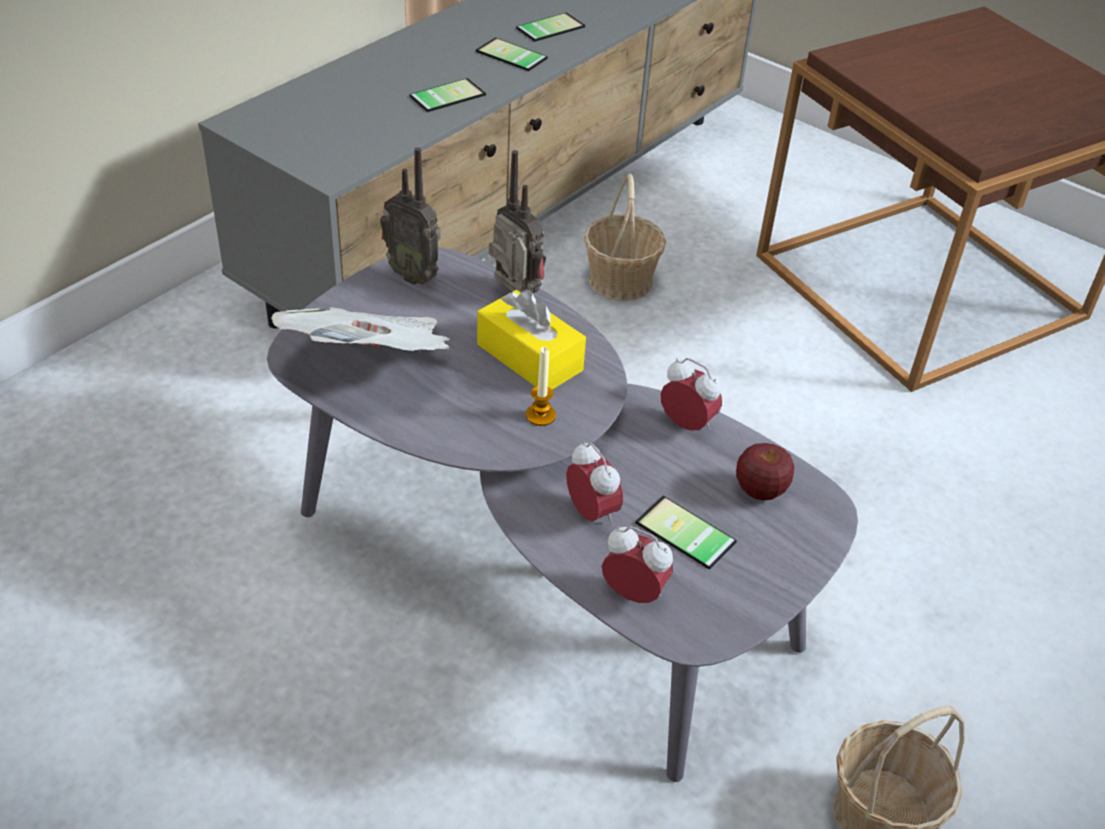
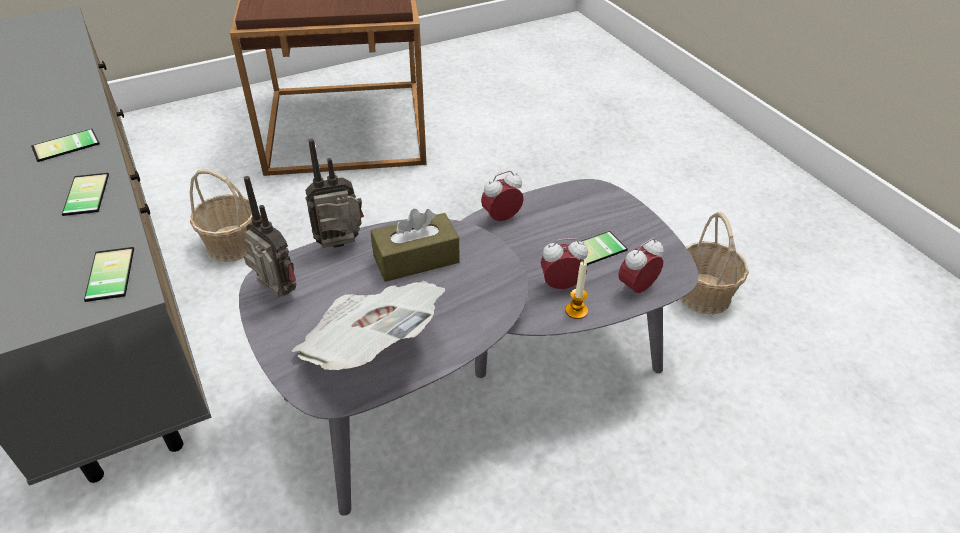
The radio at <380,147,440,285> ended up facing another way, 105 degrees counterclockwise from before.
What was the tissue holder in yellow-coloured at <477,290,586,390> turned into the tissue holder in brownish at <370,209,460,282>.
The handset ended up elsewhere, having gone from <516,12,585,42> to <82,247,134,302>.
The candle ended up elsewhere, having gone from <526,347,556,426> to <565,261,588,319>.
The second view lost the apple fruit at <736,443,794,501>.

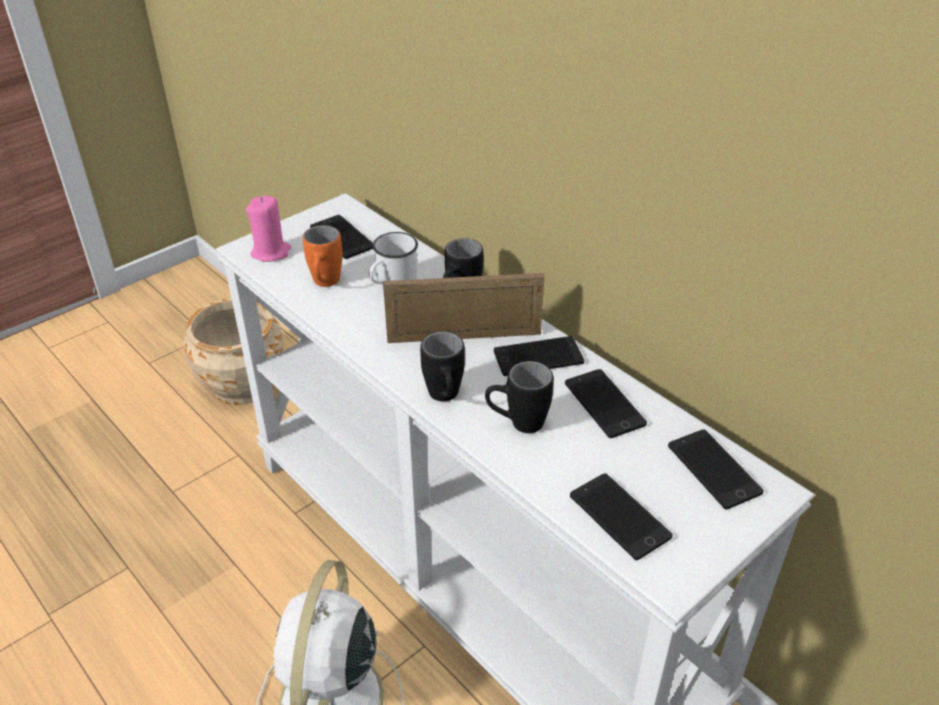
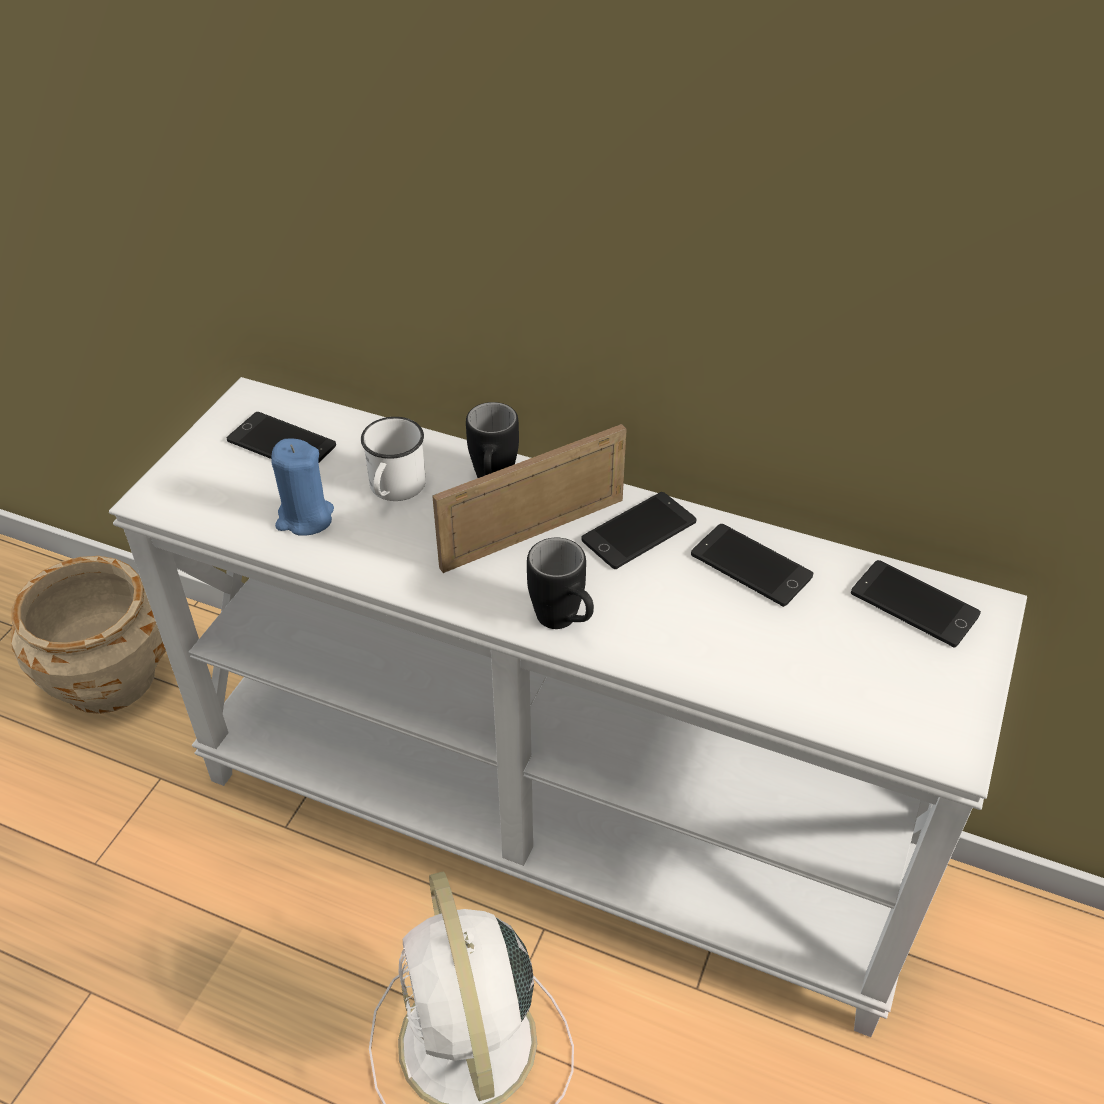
The second view lost the candle in pink at <246,196,291,262>.
Where the mug in orangey stood at <303,225,343,287>, the candle in blue-coloured came to stand at <271,439,334,536>.
The second view lost the mug in black-coloured at <485,361,554,433>.
The second view lost the handset at <570,473,673,560>.

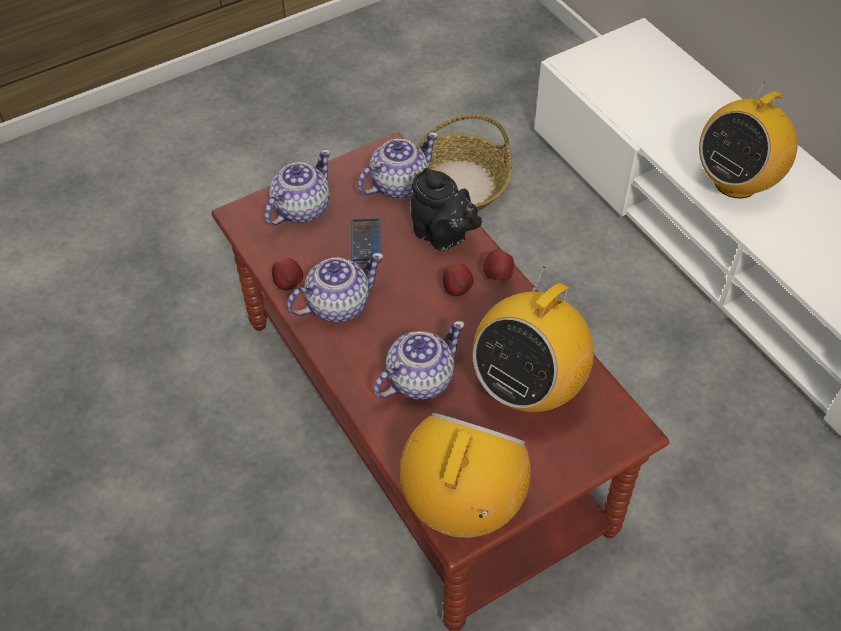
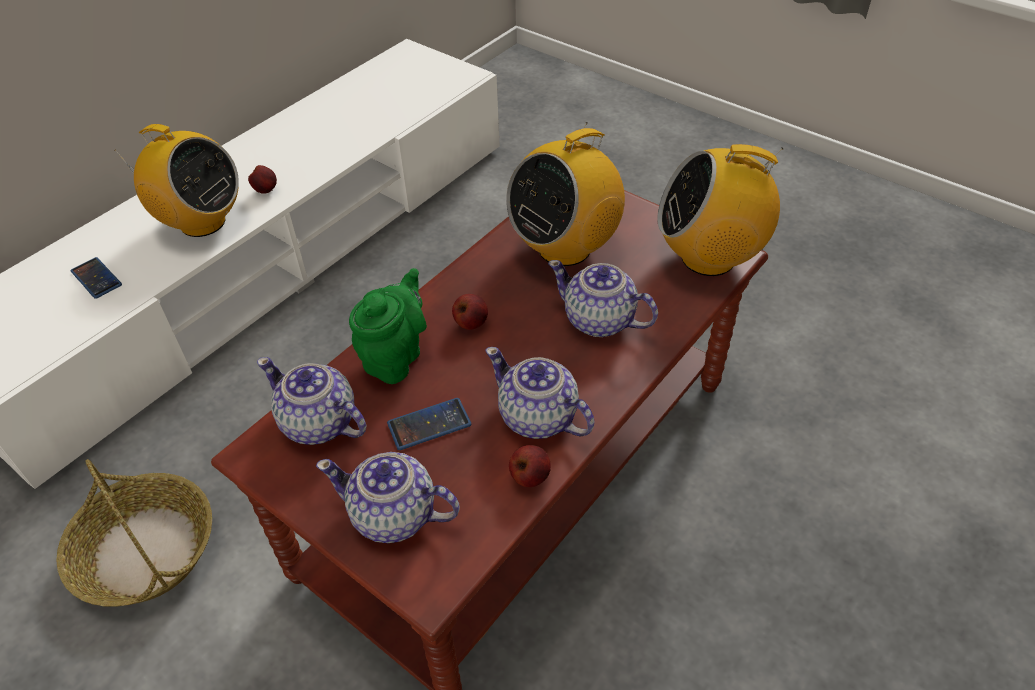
What was the tea pot in black-coloured at <411,168,482,251> turned into the tea pot in green-coloured at <349,268,427,384>.
The radio at <473,266,594,412> ended up facing another way, 120 degrees clockwise from before.
The apple fruit ended up elsewhere, having gone from <483,250,514,281> to <248,165,277,194>.
The second view gained the handset at <70,257,122,299>.

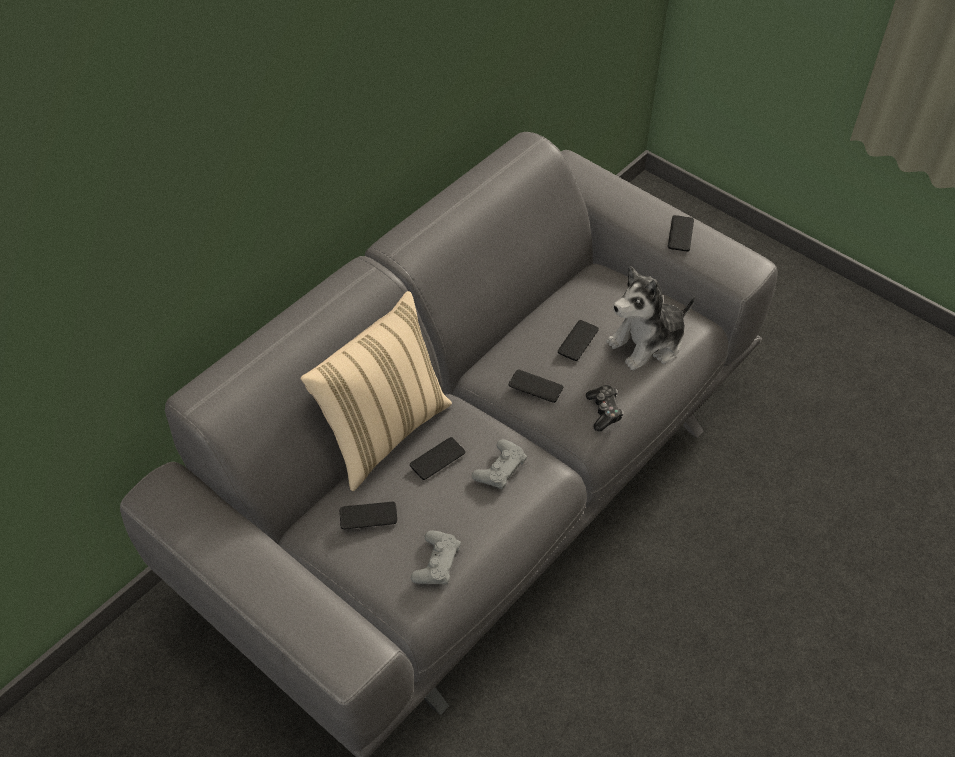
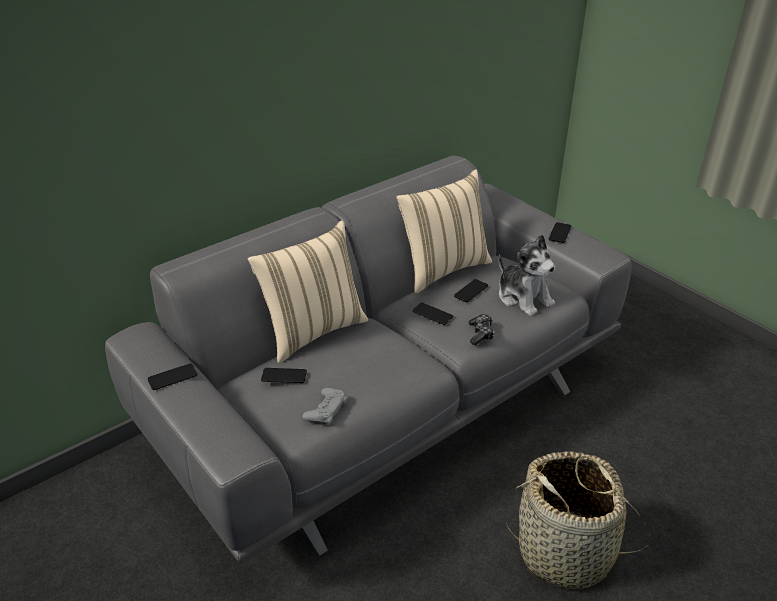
The handset ended up elsewhere, having gone from <410,437,465,480> to <148,363,197,390>.
The second view lost the joypad in grey at <472,439,527,490>.
The plush toy at <606,266,695,371> ended up facing another way, 105 degrees counterclockwise from before.
The second view gained the cushion in beige-coloured at <396,169,492,293>.
The second view gained the household basket at <506,451,648,589>.

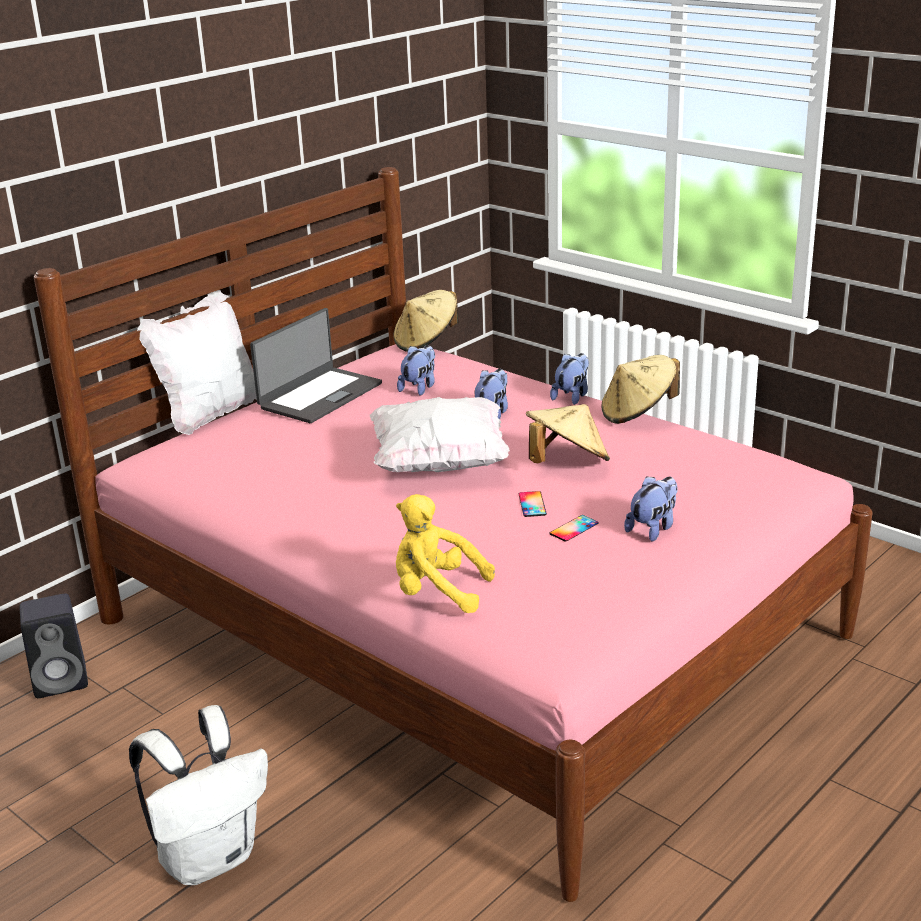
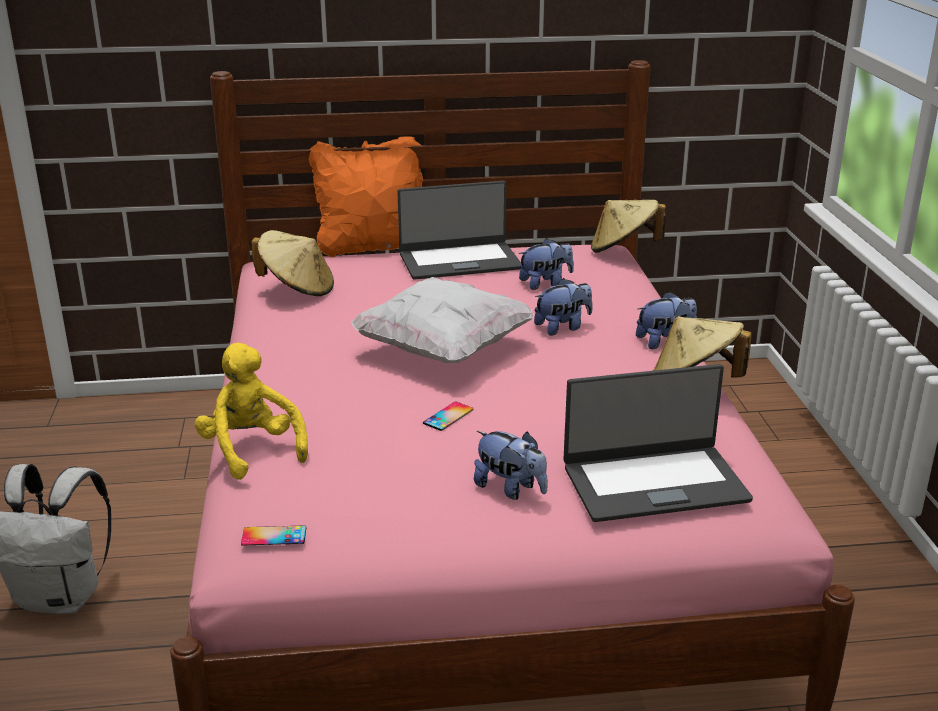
The second view lost the loudspeaker in black-coloured at <19,593,88,698>.
What was the cushion in white-coloured at <137,290,257,435> turned into the cushion in orangey at <309,136,423,257>.
The wearable hat in beige-coloured ended up elsewhere, having gone from <526,404,610,463> to <251,230,334,296>.
The handset ended up elsewhere, having gone from <549,515,598,542> to <241,525,306,546>.
The plush toy at <624,476,678,542> ended up facing another way, 45 degrees clockwise from before.
The second view gained the portable computer at <563,364,753,522>.

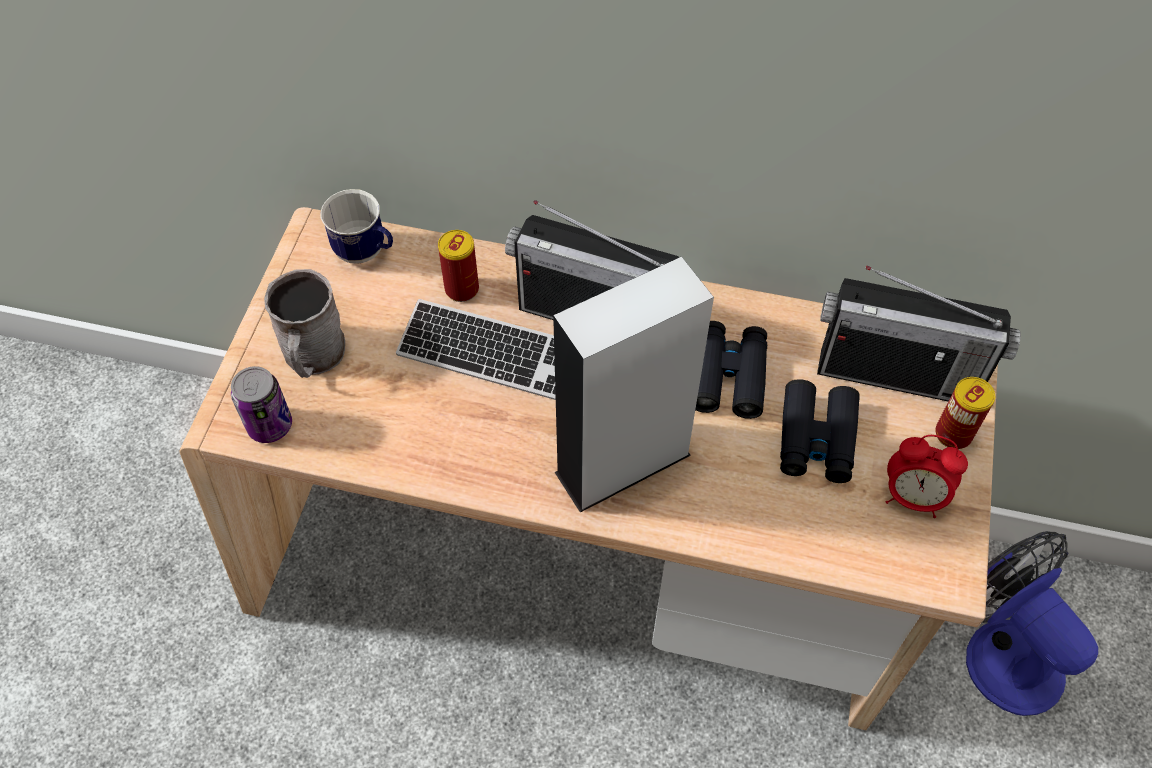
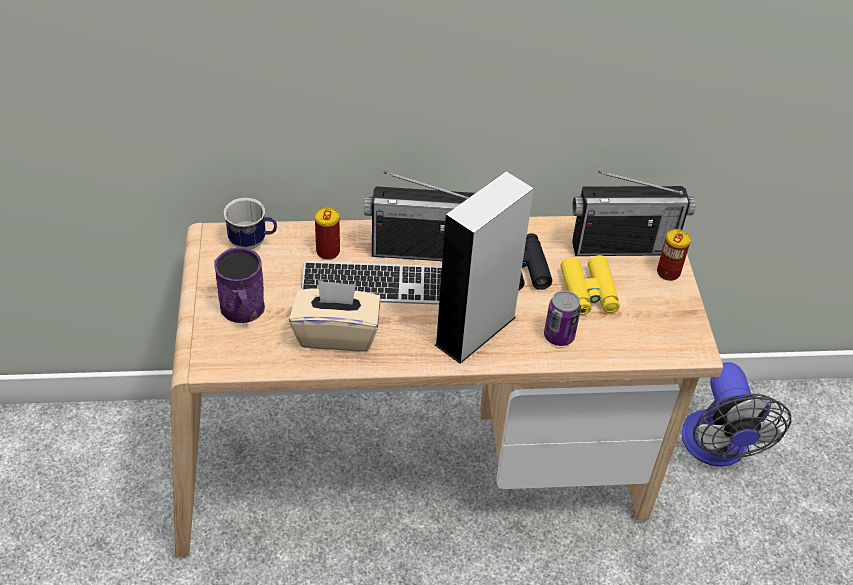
The metal can ended up elsewhere, having gone from <231,366,292,443> to <544,291,581,346>.
What was the mug in grey at <264,269,345,378> turned into the mug in purple-coloured at <214,247,265,323>.
What was the pair of binoculars in black-coloured at <780,379,860,483> turned into the pair of binoculars in yellow-coloured at <560,255,620,315>.
The second view lost the table clock at <886,435,968,518>.
The cooling fan at <966,531,1098,716> ended up facing another way, 135 degrees counterclockwise from before.
The second view gained the tissue holder in beige-coloured at <289,280,381,351>.

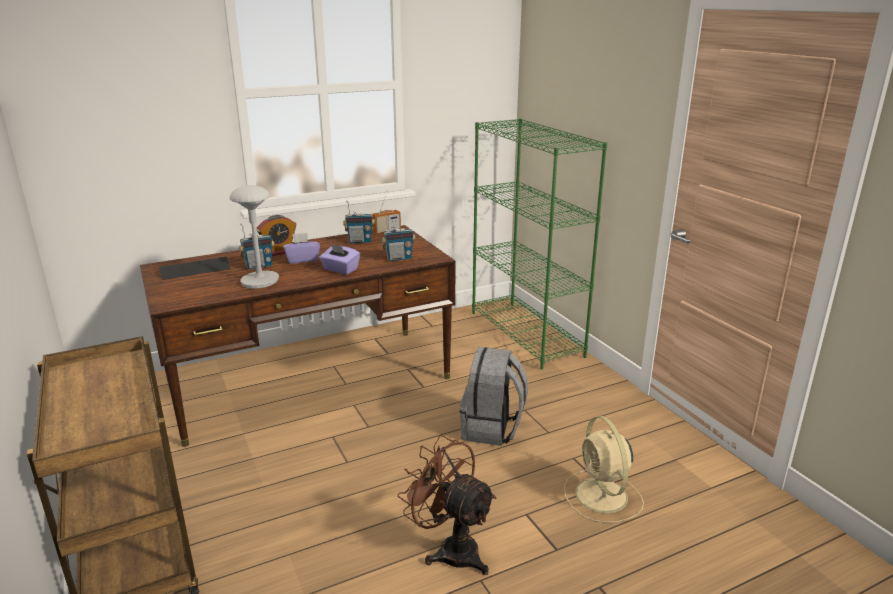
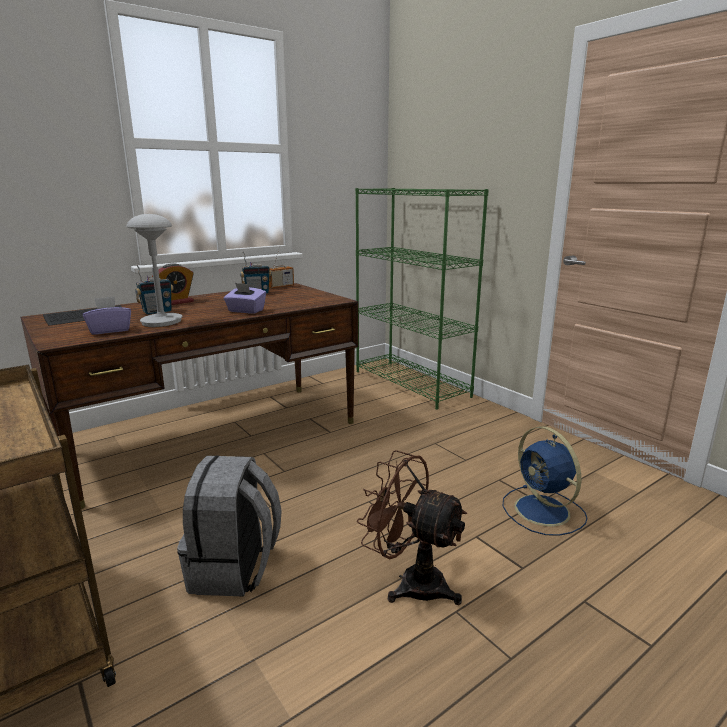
The tissue holder in purple-coloured ended up elsewhere, having gone from <283,233,320,264> to <83,296,131,335>.
The second view lost the radio at <382,216,415,261>.
The knapsack in grey ended up elsewhere, having gone from <459,347,528,446> to <177,455,282,597>.
What was the cooling fan in beige-coloured at <564,416,644,523> turned into the cooling fan in blue-coloured at <503,426,587,536>.

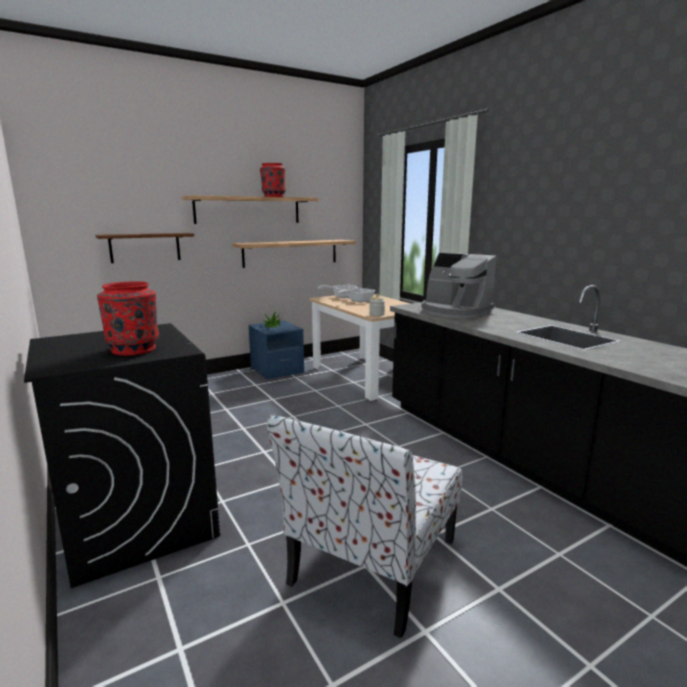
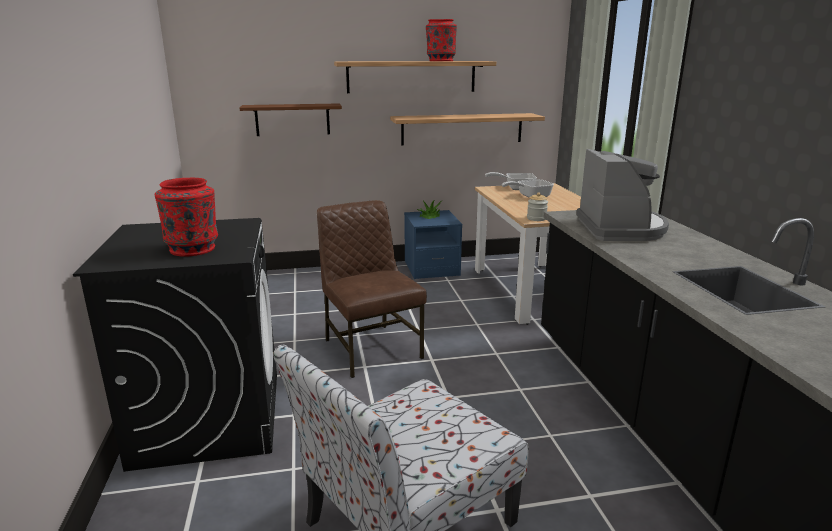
The coffee machine at <422,253,496,319> ended up facing another way, 150 degrees counterclockwise from before.
The second view gained the chair in brownish at <317,200,427,378>.

